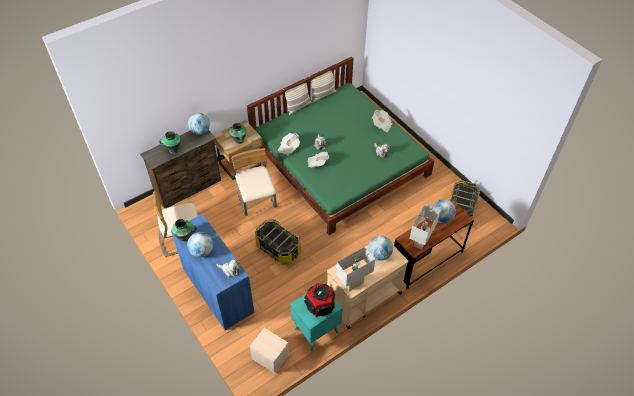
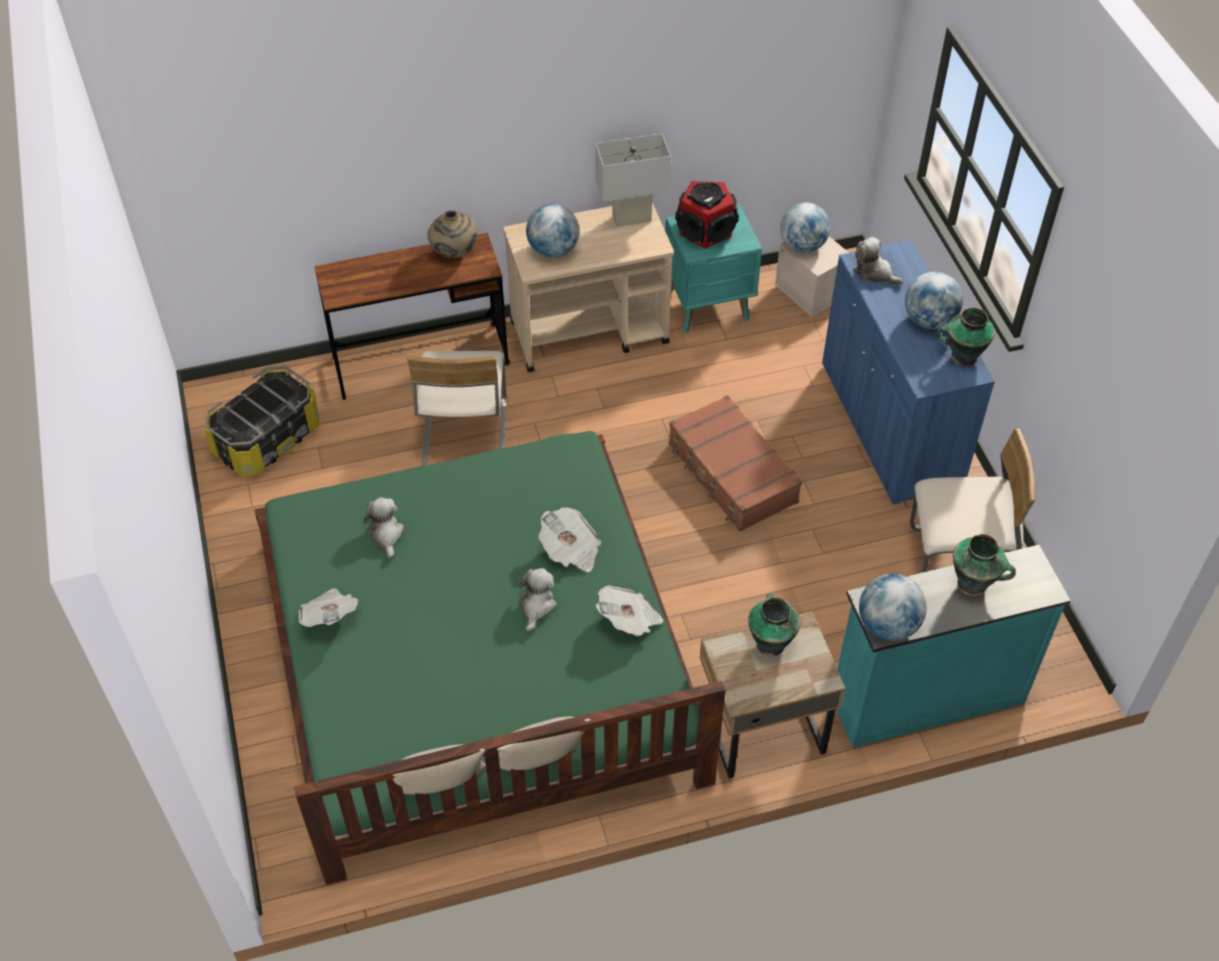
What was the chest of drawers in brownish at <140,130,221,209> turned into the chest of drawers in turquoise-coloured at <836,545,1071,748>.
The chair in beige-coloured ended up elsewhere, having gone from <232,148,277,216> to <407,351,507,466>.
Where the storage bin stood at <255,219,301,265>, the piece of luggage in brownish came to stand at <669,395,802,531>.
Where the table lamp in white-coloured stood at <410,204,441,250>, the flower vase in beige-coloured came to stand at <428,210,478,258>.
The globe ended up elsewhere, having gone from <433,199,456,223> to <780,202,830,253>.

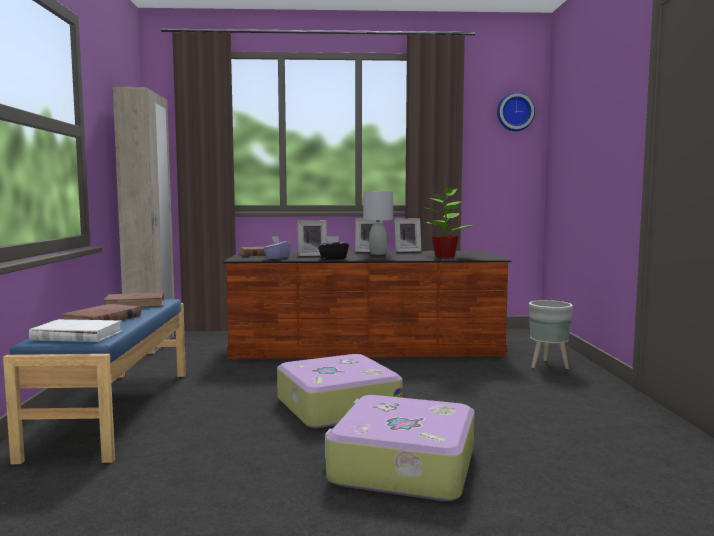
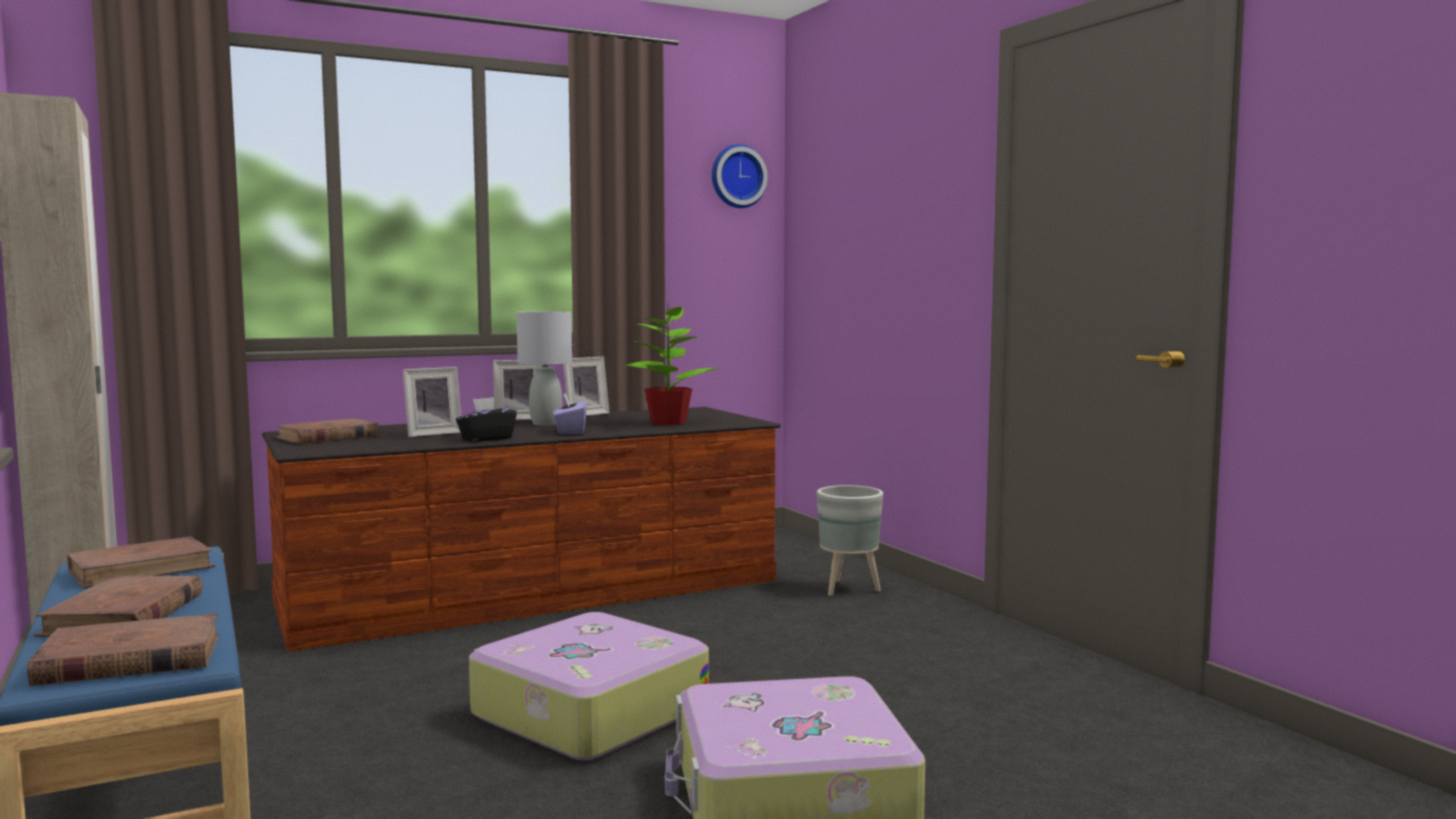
What was the bound book in white-coloured at <29,319,123,342> turned into the bound book in brownish at <27,613,220,686>.
The tissue holder in purple-coloured ended up elsewhere, having gone from <264,236,291,259> to <553,392,587,434>.

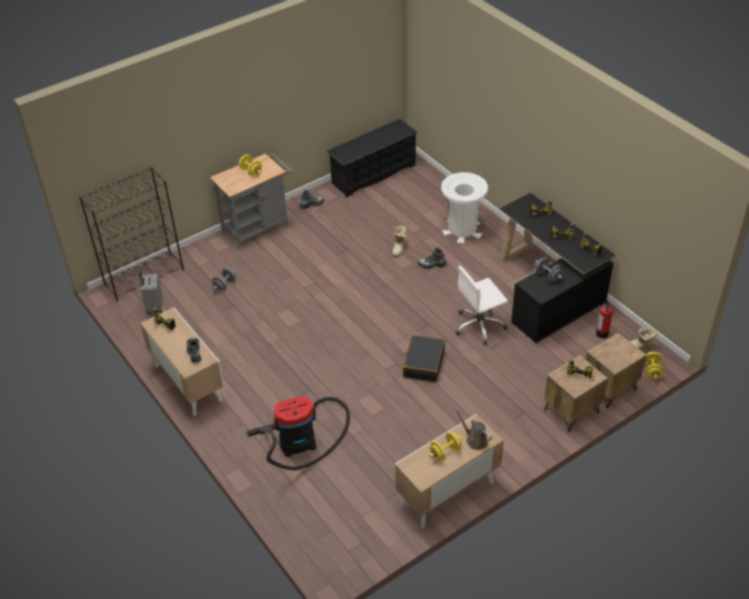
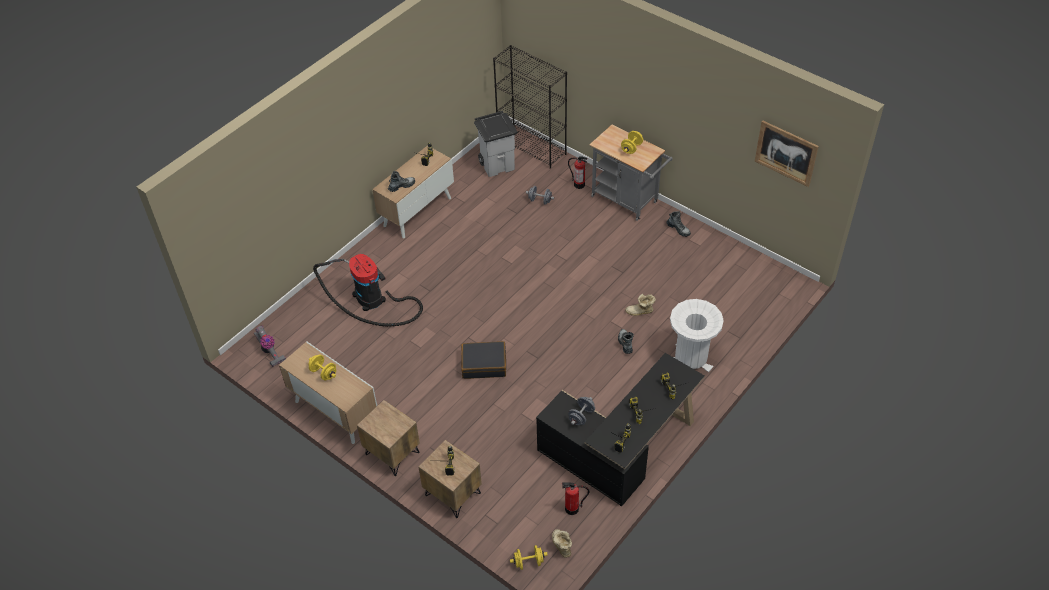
Where the piece of luggage in grey stood at <139,272,163,314>, the waste bin in grey came to stand at <474,111,518,177>.
The second view lost the shoe rack in black-coloured at <326,119,418,198>.
The second view lost the watering can in brownish at <454,408,492,450>.
The second view lost the desk chair in white-coloured at <455,266,508,345>.
The night table in brownish ended up elsewhere, having gone from <586,333,646,408> to <357,400,420,476>.
The second view gained the vacuum cleaner at <254,326,286,367>.
The second view gained the extinguisher at <568,156,588,189>.
The second view gained the picture at <755,120,819,187>.

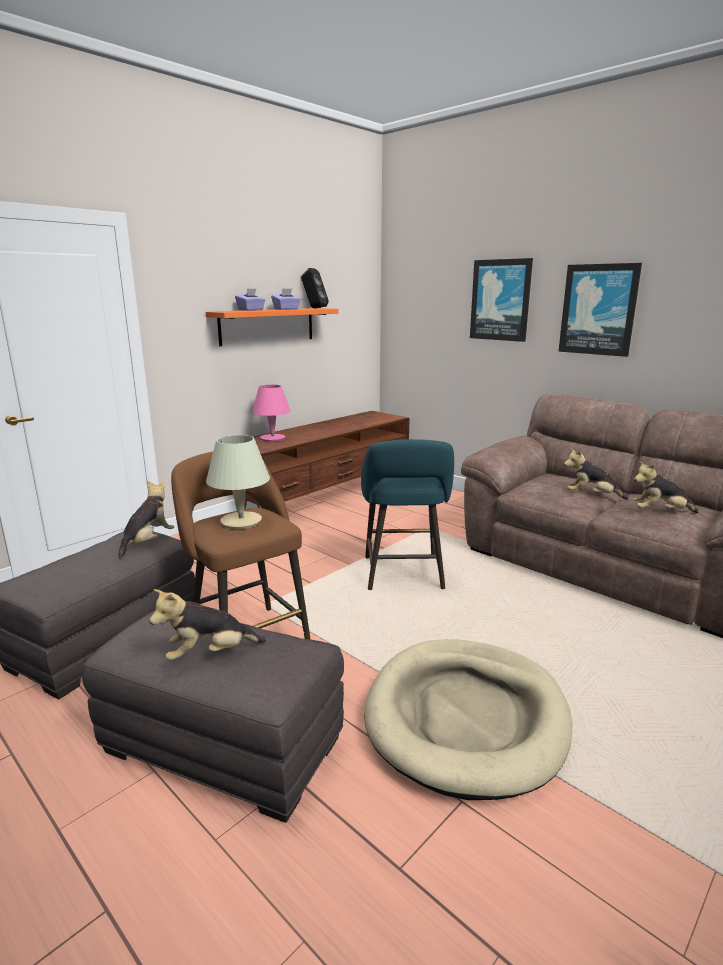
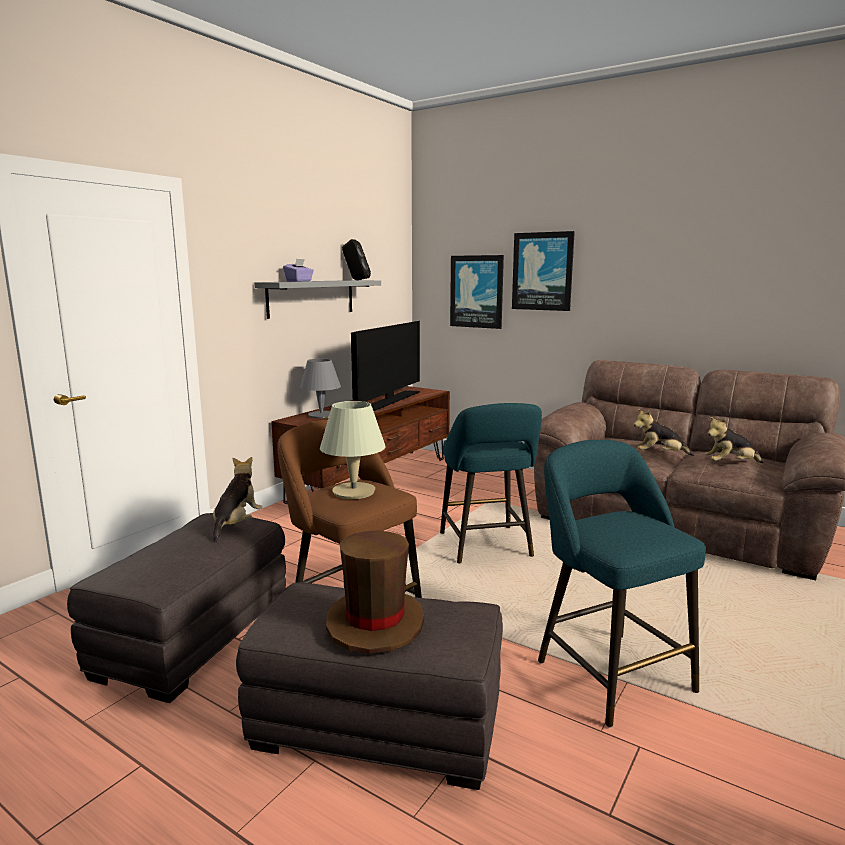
Where the plush toy stood at <149,589,266,661>, the wearable hat in brownish came to stand at <326,531,424,654>.
What was the bracket shelf in orangey at <206,308,338,346> turned into the bracket shelf in grey at <254,280,381,319>.
What was the table lamp in pink at <252,385,291,442> turned into the table lamp in grey at <300,359,341,419>.
The second view lost the tissue holder in purple-coloured at <271,288,301,310>.
Where the dog cushion in beige-coloured stood at <364,639,573,800>, the stool seat in turquoise-coloured came to stand at <538,440,706,728>.
The picture ended up elsewhere, having gone from <558,263,642,357> to <450,255,504,329>.
The second view gained the TV at <351,321,420,411>.

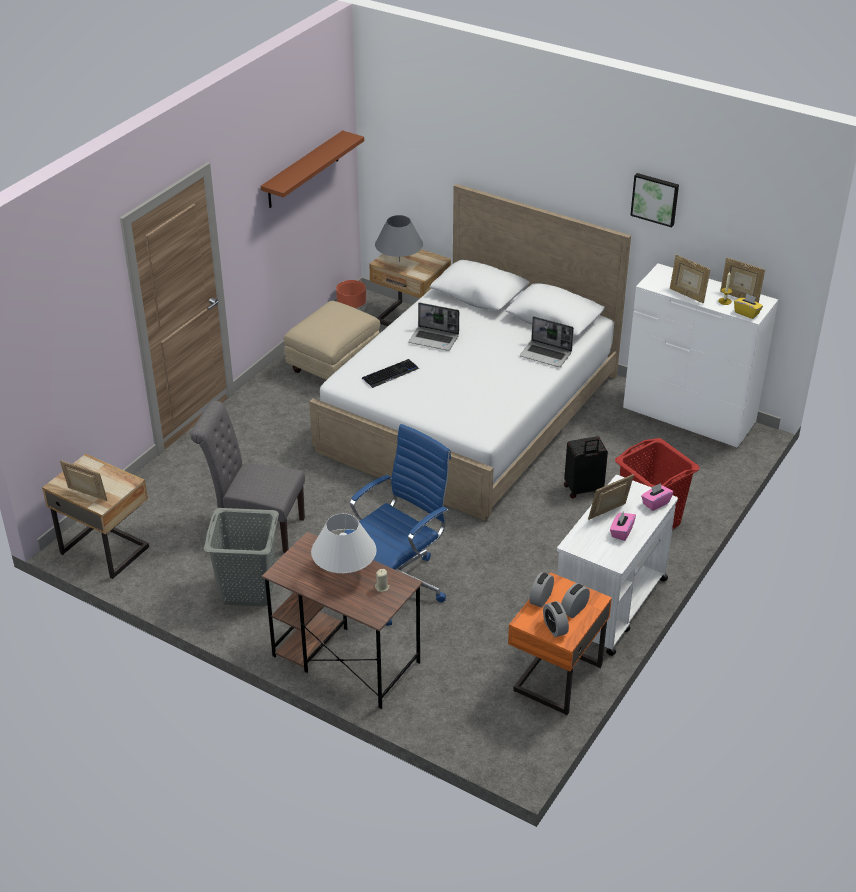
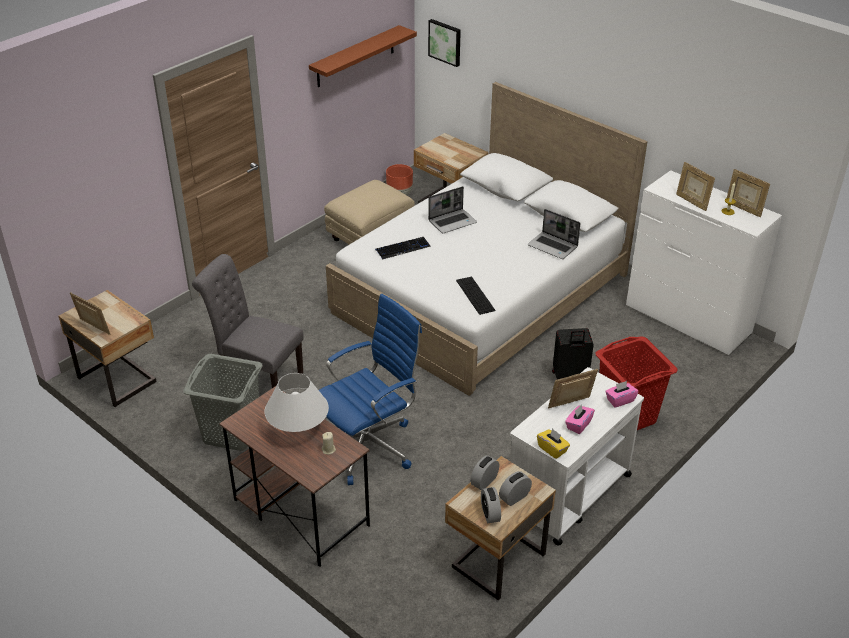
The second view lost the table lamp in grey at <375,215,423,262>.
The portable computer at <408,302,459,351> ended up facing another way, 60 degrees counterclockwise from before.
What was the night table in orangey at <508,572,612,715> turned into the night table in beige-coloured at <445,456,556,601>.
The picture ended up elsewhere, having gone from <630,173,679,228> to <428,19,461,67>.
The tissue holder in yellow-coloured ended up elsewhere, having gone from <734,293,763,319> to <537,428,570,459>.
The second view gained the keyboard at <456,277,495,315>.

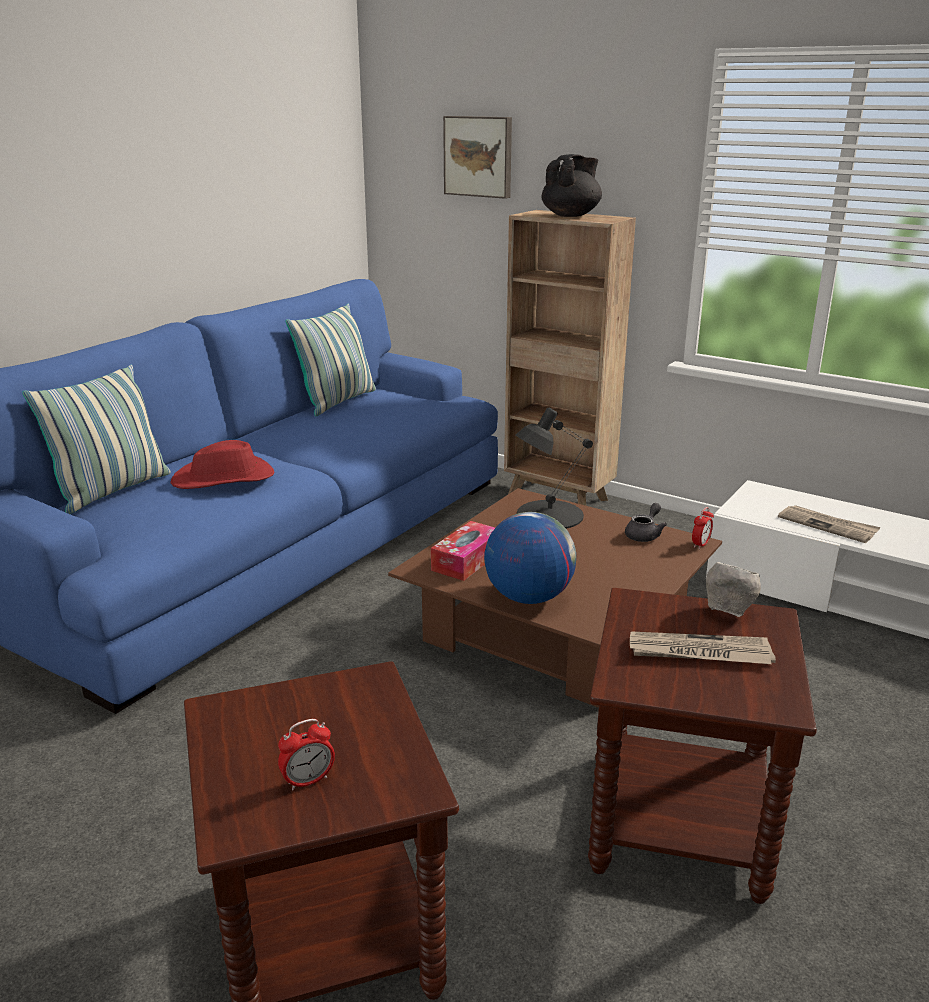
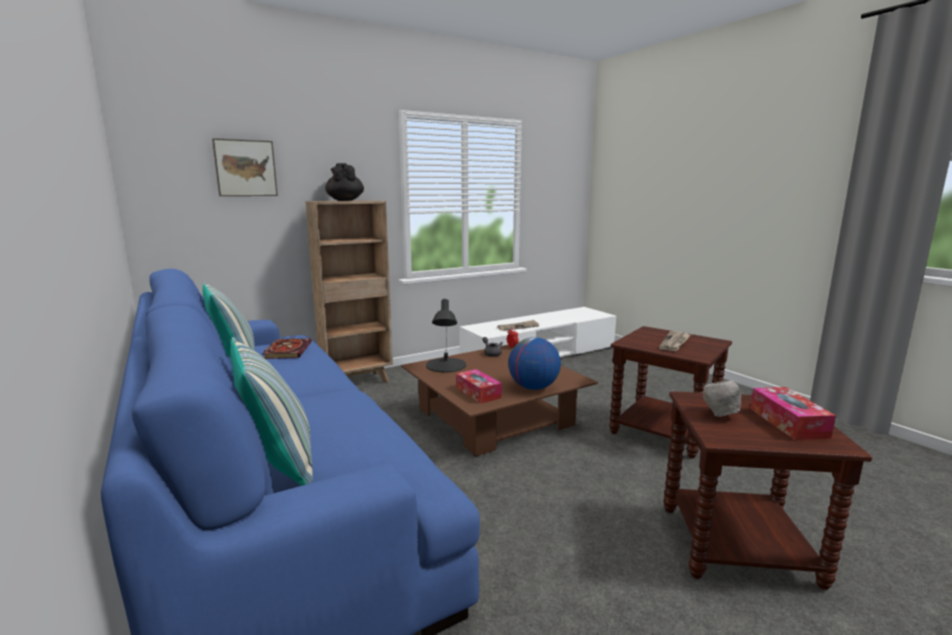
The second view lost the wearable hat in red-coloured at <170,440,274,489>.
Where the table clock stood at <278,719,335,791>, the tissue holder came to stand at <750,387,836,440>.
The deep dish in grey ended up elsewhere, having gone from <706,562,761,617> to <703,380,741,417>.
The second view gained the bound book at <262,338,312,359>.

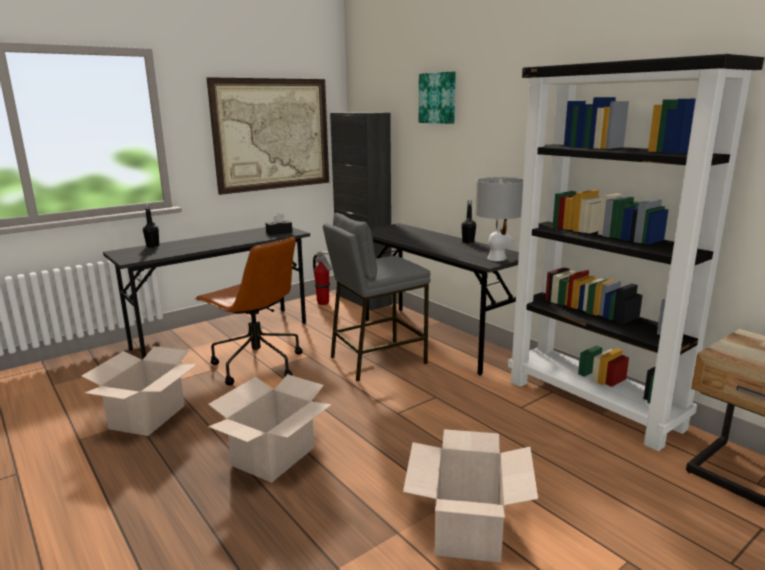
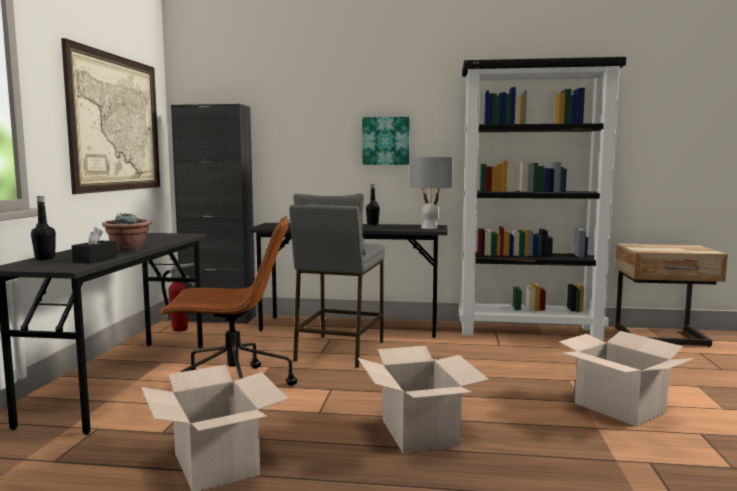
The tissue holder in black-coloured ended up elsewhere, having gone from <265,213,292,235> to <72,227,117,264>.
The picture ended up elsewhere, having gone from <419,71,456,124> to <362,117,410,165>.
The second view gained the potted plant at <102,213,152,252>.

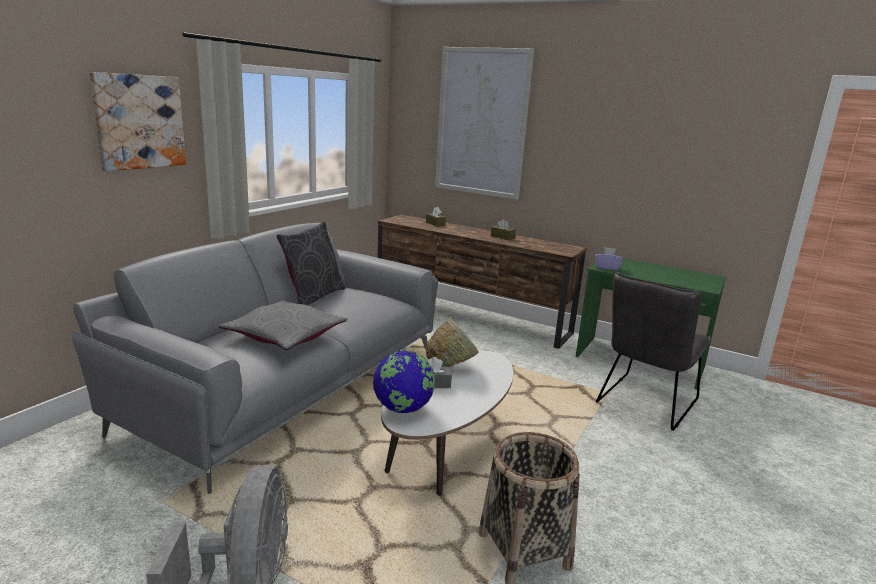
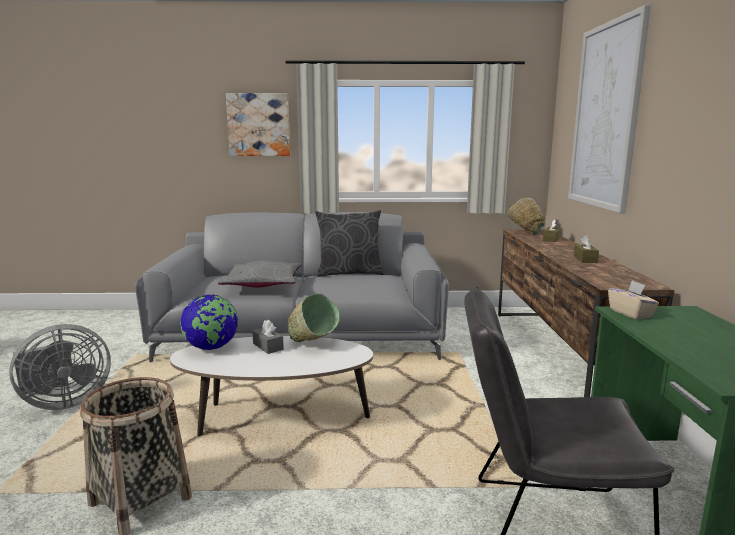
What was the tissue holder in purple-coloured at <595,247,623,270> turned into the tissue holder in beige-coloured at <608,281,659,320>.
The second view gained the deep dish in green-coloured at <507,198,545,234>.

